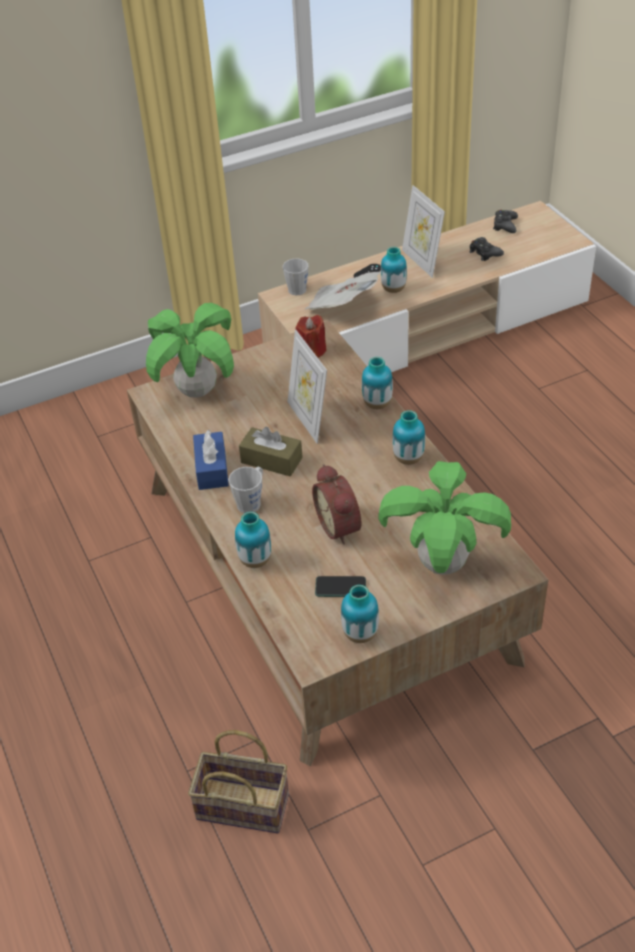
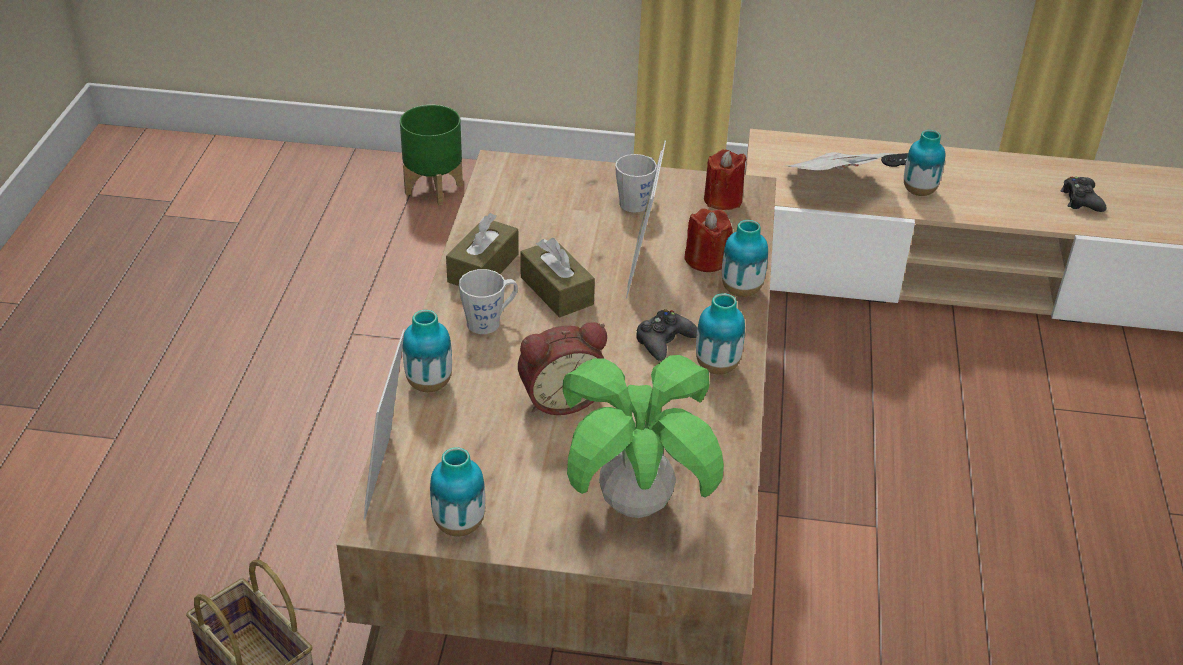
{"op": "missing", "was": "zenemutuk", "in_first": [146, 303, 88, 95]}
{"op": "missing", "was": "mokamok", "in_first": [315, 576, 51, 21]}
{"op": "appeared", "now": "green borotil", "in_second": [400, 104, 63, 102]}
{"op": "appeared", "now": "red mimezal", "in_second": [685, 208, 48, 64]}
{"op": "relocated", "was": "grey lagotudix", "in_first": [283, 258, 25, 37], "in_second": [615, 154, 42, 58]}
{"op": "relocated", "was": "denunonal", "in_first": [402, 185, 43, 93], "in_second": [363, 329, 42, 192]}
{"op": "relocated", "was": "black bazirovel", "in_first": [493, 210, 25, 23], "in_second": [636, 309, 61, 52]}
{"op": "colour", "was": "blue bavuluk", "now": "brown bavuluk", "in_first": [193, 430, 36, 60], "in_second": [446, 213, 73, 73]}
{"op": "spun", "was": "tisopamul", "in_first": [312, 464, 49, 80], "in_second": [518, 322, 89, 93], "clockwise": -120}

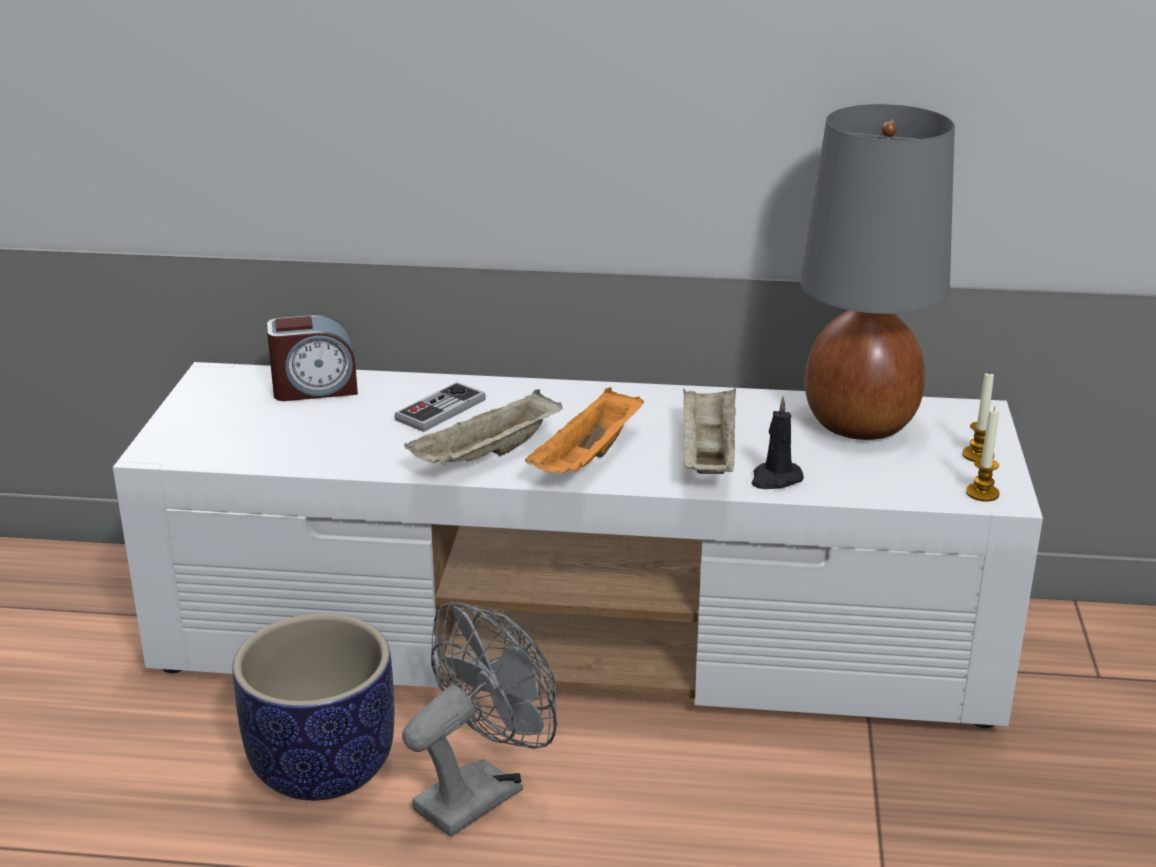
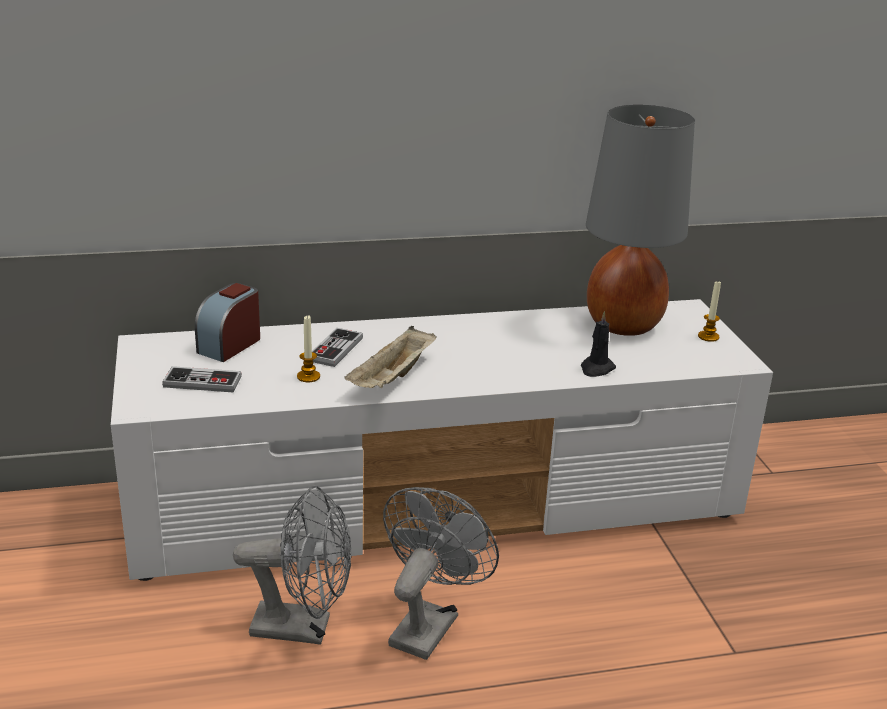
{"op": "missing", "was": "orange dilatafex", "in_first": [525, 387, 119, 86]}
{"op": "missing", "was": "beige dilatafex", "in_first": [683, 389, 53, 85]}
{"op": "appeared", "now": "bazirovel", "in_second": [162, 366, 80, 27]}
{"op": "relocated", "was": "mimezal", "in_first": [966, 407, 34, 95], "in_second": [297, 316, 23, 66]}
{"op": "exchanged", "was": "borotil", "now": "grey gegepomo", "in_first": [232, 613, 162, 188], "in_second": [233, 486, 119, 159]}
{"op": "spun", "was": "tisopamul", "in_first": [267, 315, 91, 86], "in_second": [195, 283, 65, 79], "clockwise": 150}

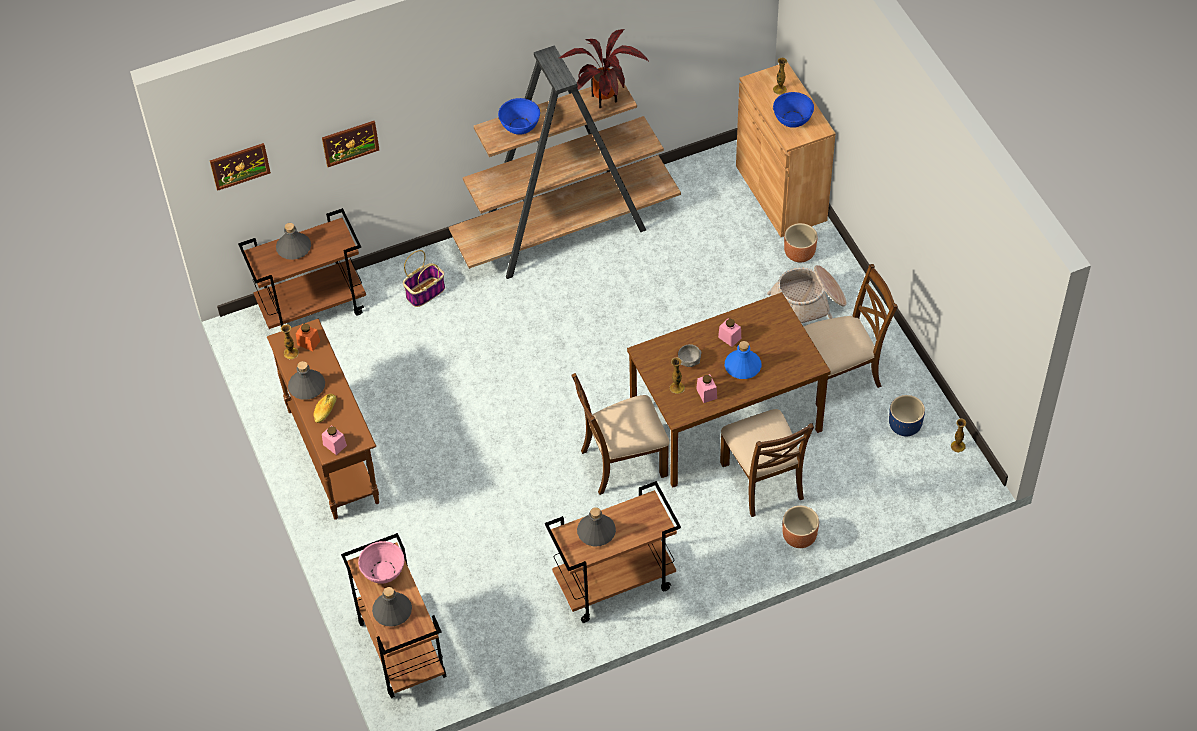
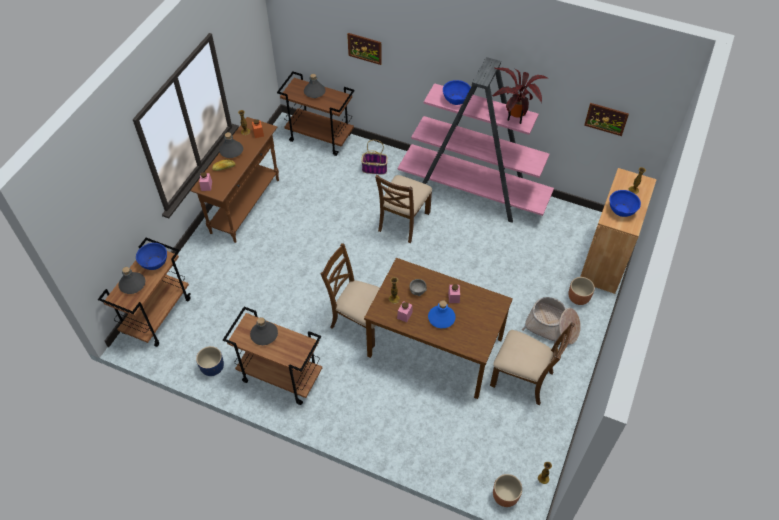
{"op": "relocated", "was": "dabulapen", "in_first": [210, 143, 61, 48], "in_second": [584, 103, 45, 33]}
{"op": "relocated", "was": "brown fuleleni", "in_first": [720, 409, 94, 108], "in_second": [375, 175, 57, 68]}
{"op": "relocated", "was": "brown borotil", "in_first": [783, 506, 36, 42], "in_second": [493, 474, 29, 33]}
{"op": "relocated", "was": "blue borotil", "in_first": [889, 395, 36, 41], "in_second": [196, 346, 28, 30]}
{"op": "colour", "was": "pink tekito", "now": "blue tekito", "in_first": [358, 541, 47, 43], "in_second": [136, 243, 31, 27]}
{"op": "colour", "was": "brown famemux", "now": "pink famemux", "in_first": [449, 45, 232, 234], "in_second": [398, 57, 156, 166]}

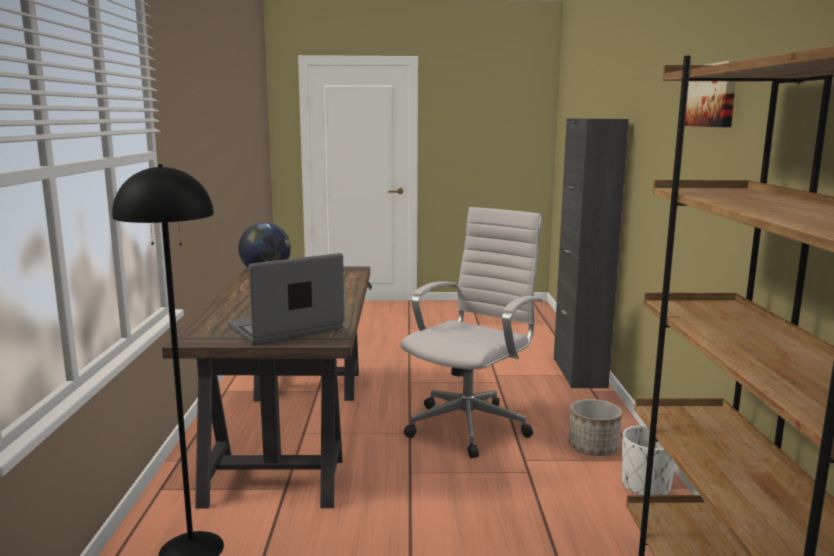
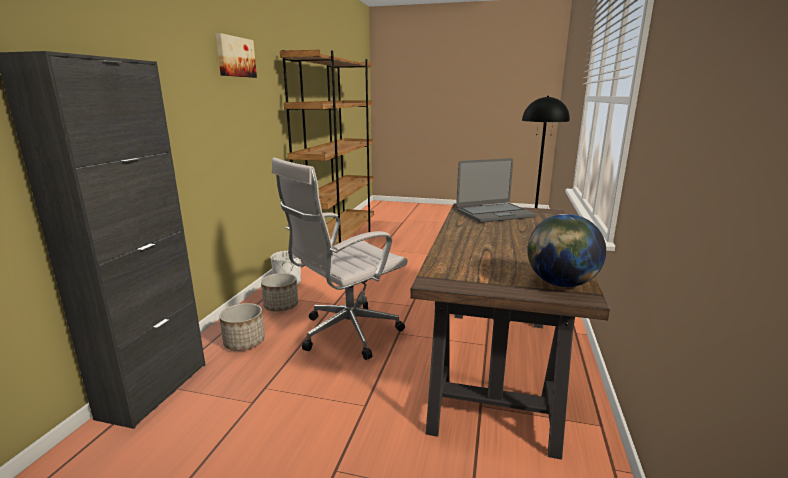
{"op": "appeared", "now": "borotil", "in_second": [219, 303, 46, 48]}

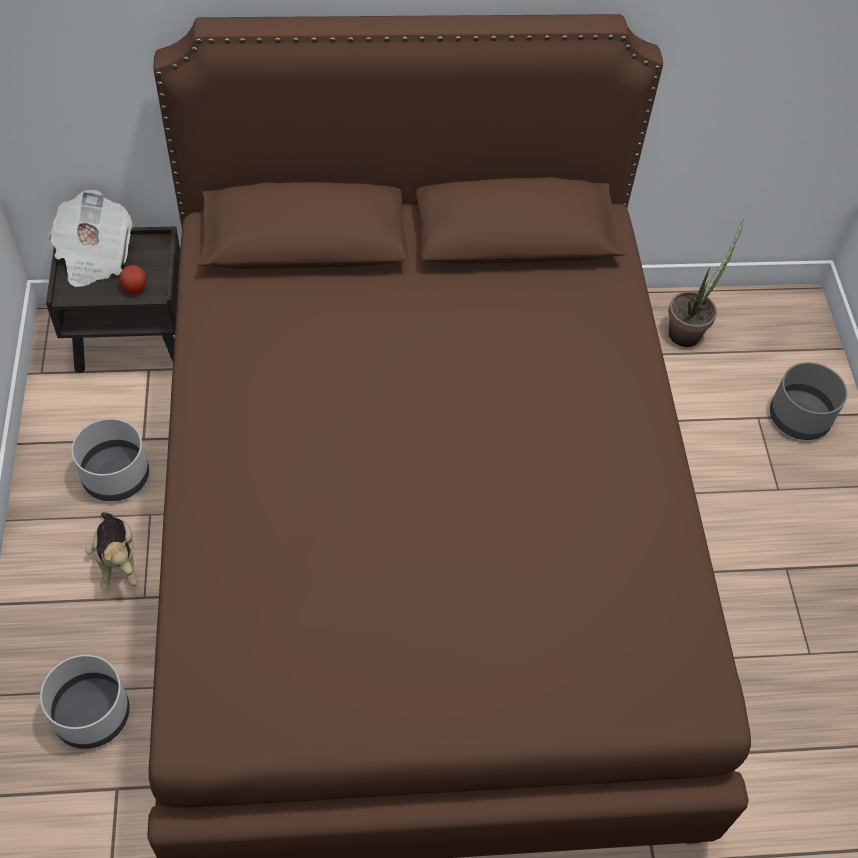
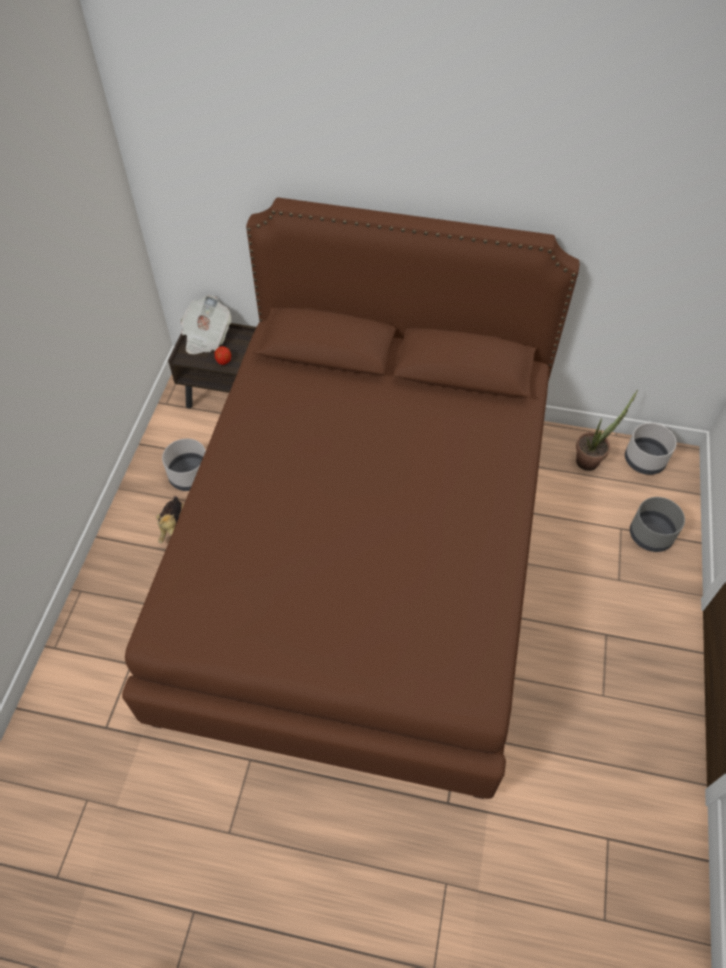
{"op": "relocated", "was": "grey borotil", "in_first": [40, 654, 90, 95], "in_second": [625, 423, 51, 52]}

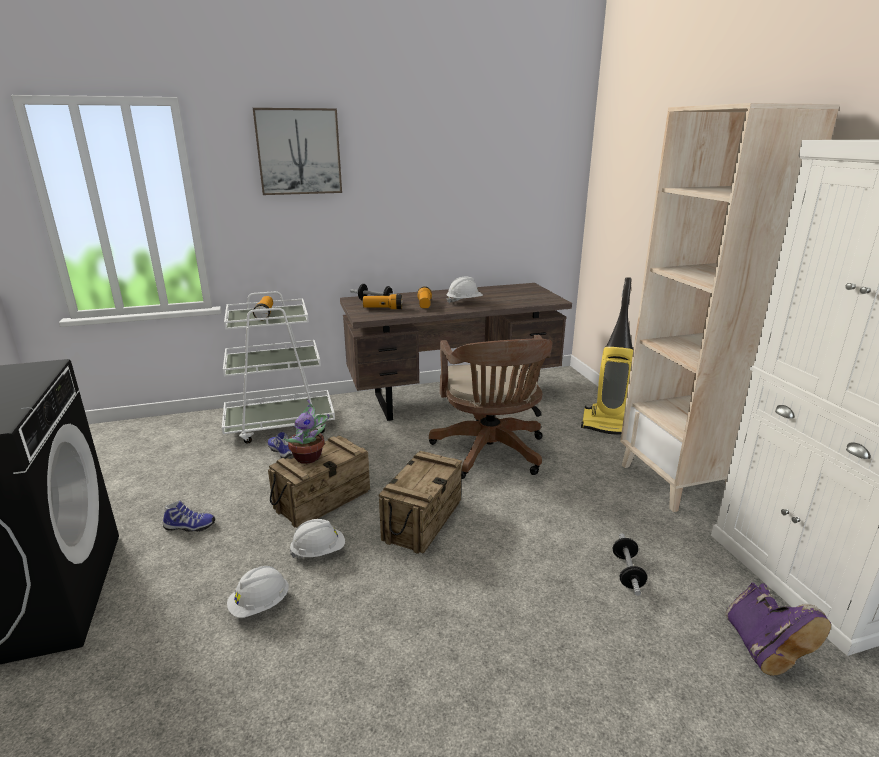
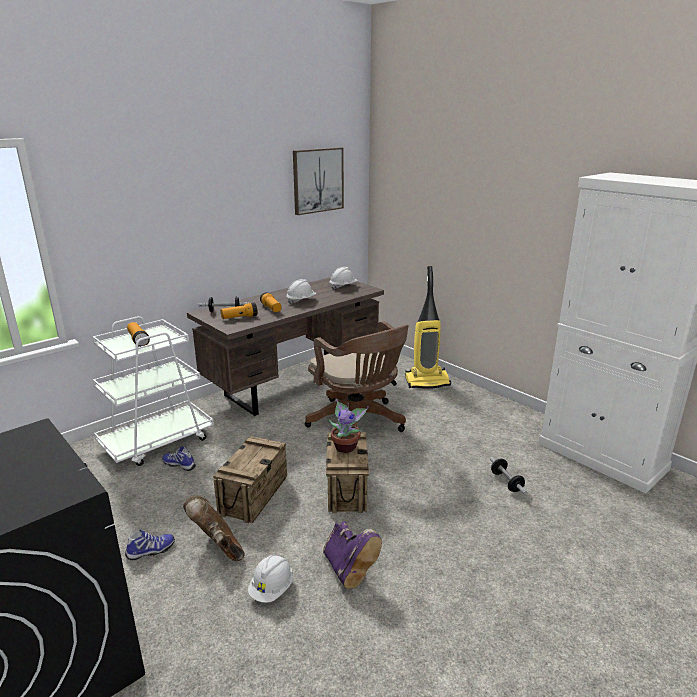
{"op": "missing", "was": "beige famemux", "in_first": [620, 103, 220, 409]}
{"op": "appeared", "now": "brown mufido", "in_second": [183, 496, 62, 65]}
{"op": "relocated", "was": "dabulapen", "in_first": [253, 108, 89, 87], "in_second": [293, 147, 51, 68]}
{"op": "relocated", "was": "zenemutuk", "in_first": [283, 400, 46, 64], "in_second": [329, 399, 40, 54]}
{"op": "relocated", "was": "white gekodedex", "in_first": [290, 519, 55, 39], "in_second": [330, 267, 28, 23]}
{"op": "relocated", "was": "purple mufido", "in_first": [726, 582, 105, 94], "in_second": [323, 521, 59, 68]}

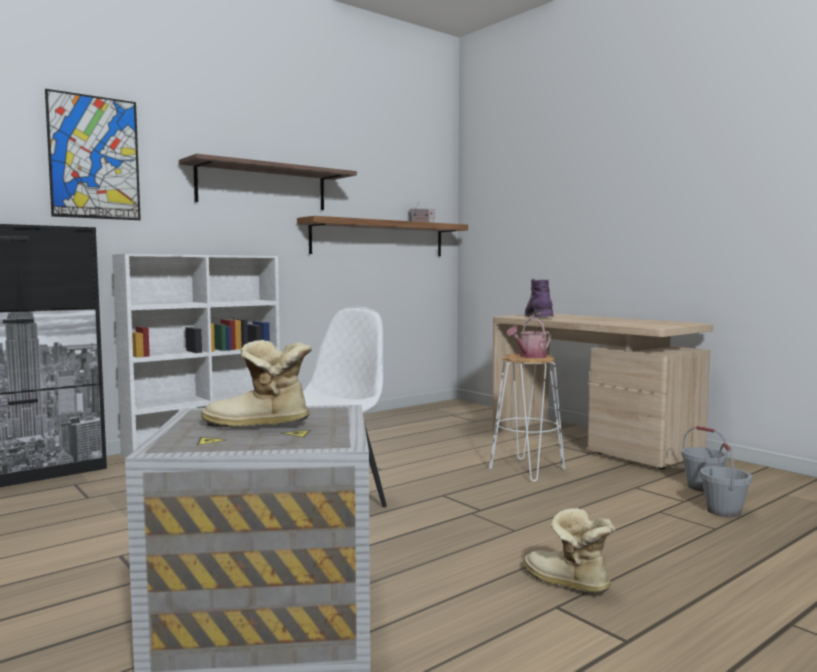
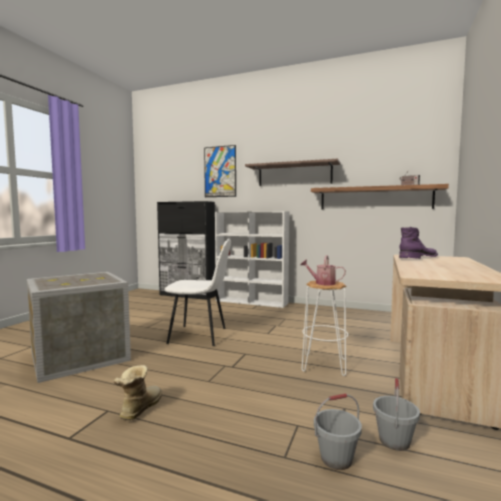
{"op": "missing", "was": "mufido", "in_first": [201, 340, 111, 87]}

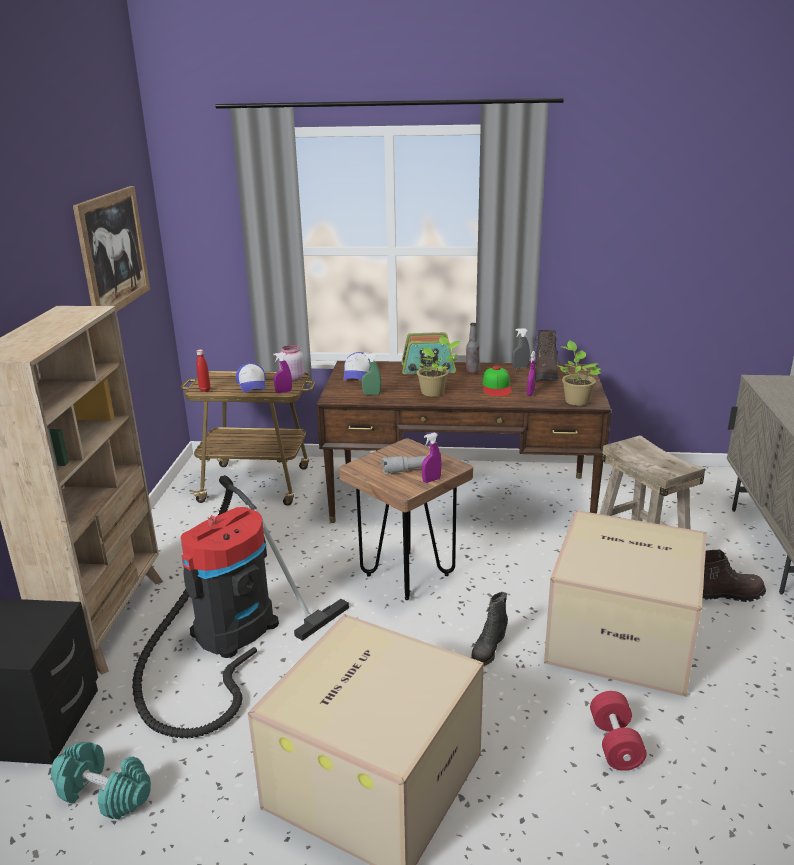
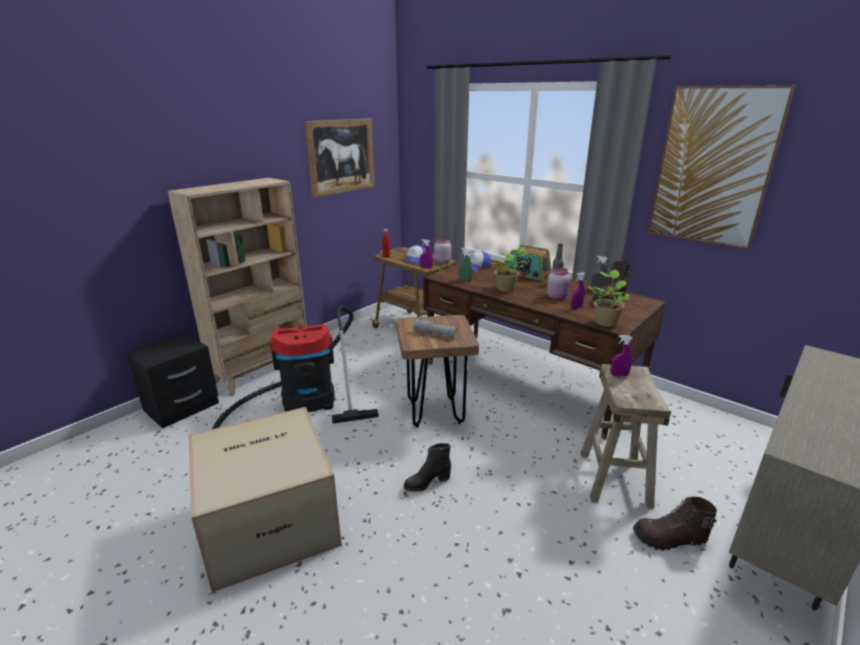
{"op": "missing", "was": "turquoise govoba", "in_first": [51, 742, 100, 77]}
{"op": "missing", "was": "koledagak", "in_first": [544, 510, 163, 187]}
{"op": "missing", "was": "red govoba", "in_first": [590, 691, 57, 80]}
{"op": "appeared", "now": "dabulapen", "in_second": [648, 85, 147, 164]}
{"op": "relocated", "was": "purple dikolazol", "in_first": [422, 433, 20, 50], "in_second": [610, 335, 23, 41]}
{"op": "exchanged", "was": "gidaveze", "now": "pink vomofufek", "in_first": [483, 366, 29, 31], "in_second": [547, 267, 23, 33]}
{"op": "spun", "was": "brown mufido", "in_first": [703, 549, 63, 53], "in_second": [633, 497, 84, 54], "clockwise": 150}

